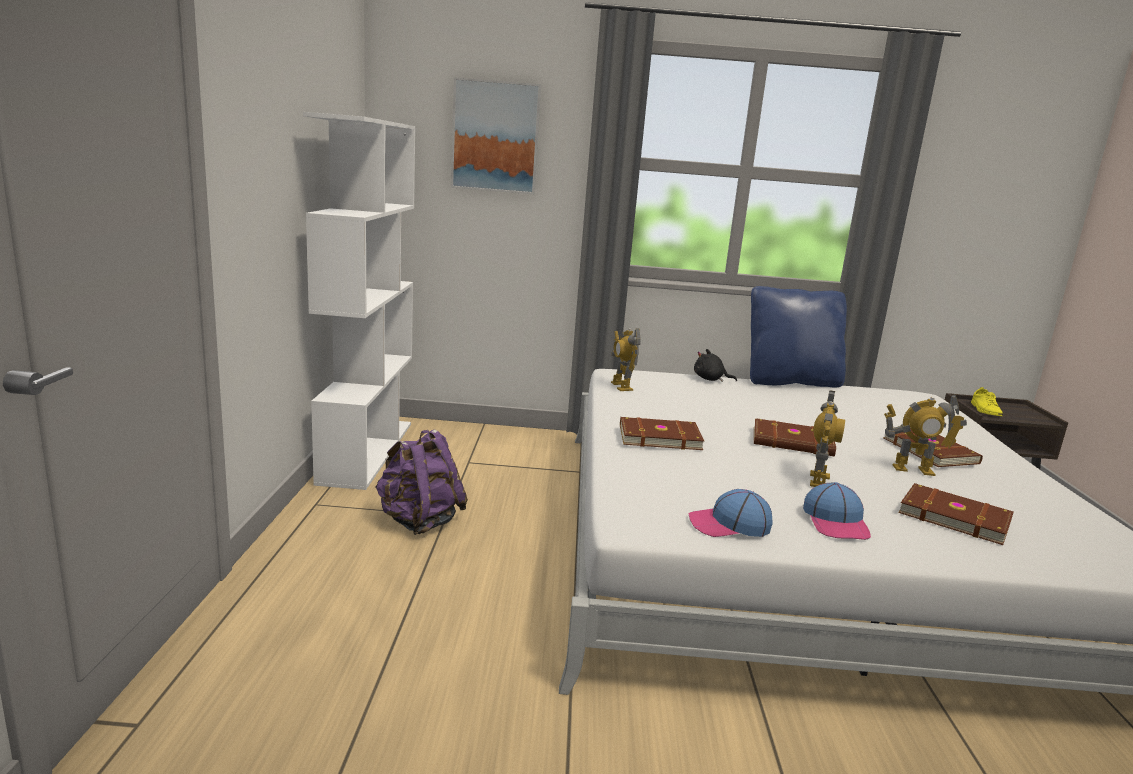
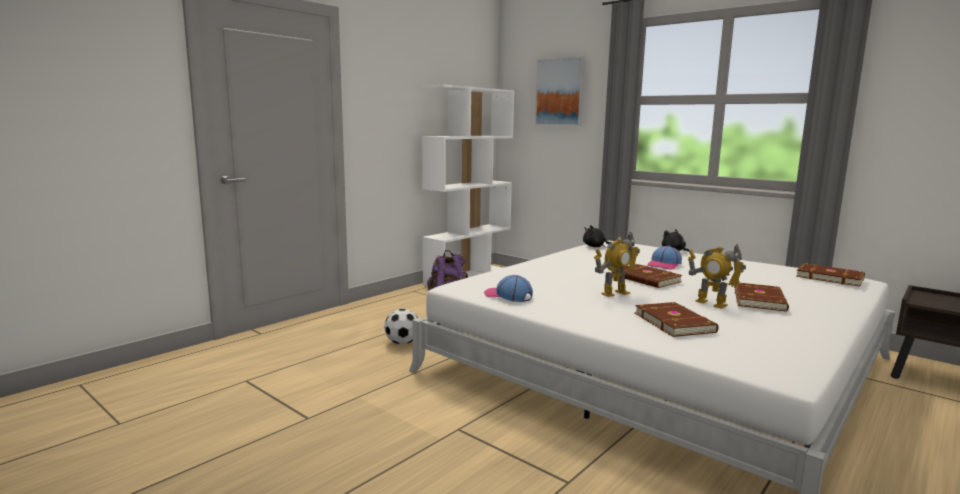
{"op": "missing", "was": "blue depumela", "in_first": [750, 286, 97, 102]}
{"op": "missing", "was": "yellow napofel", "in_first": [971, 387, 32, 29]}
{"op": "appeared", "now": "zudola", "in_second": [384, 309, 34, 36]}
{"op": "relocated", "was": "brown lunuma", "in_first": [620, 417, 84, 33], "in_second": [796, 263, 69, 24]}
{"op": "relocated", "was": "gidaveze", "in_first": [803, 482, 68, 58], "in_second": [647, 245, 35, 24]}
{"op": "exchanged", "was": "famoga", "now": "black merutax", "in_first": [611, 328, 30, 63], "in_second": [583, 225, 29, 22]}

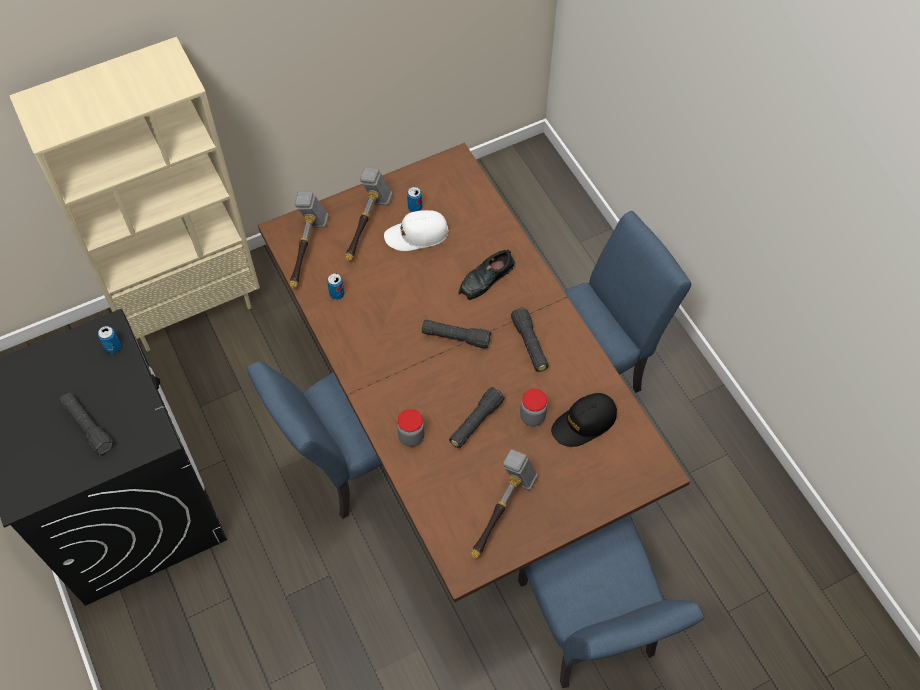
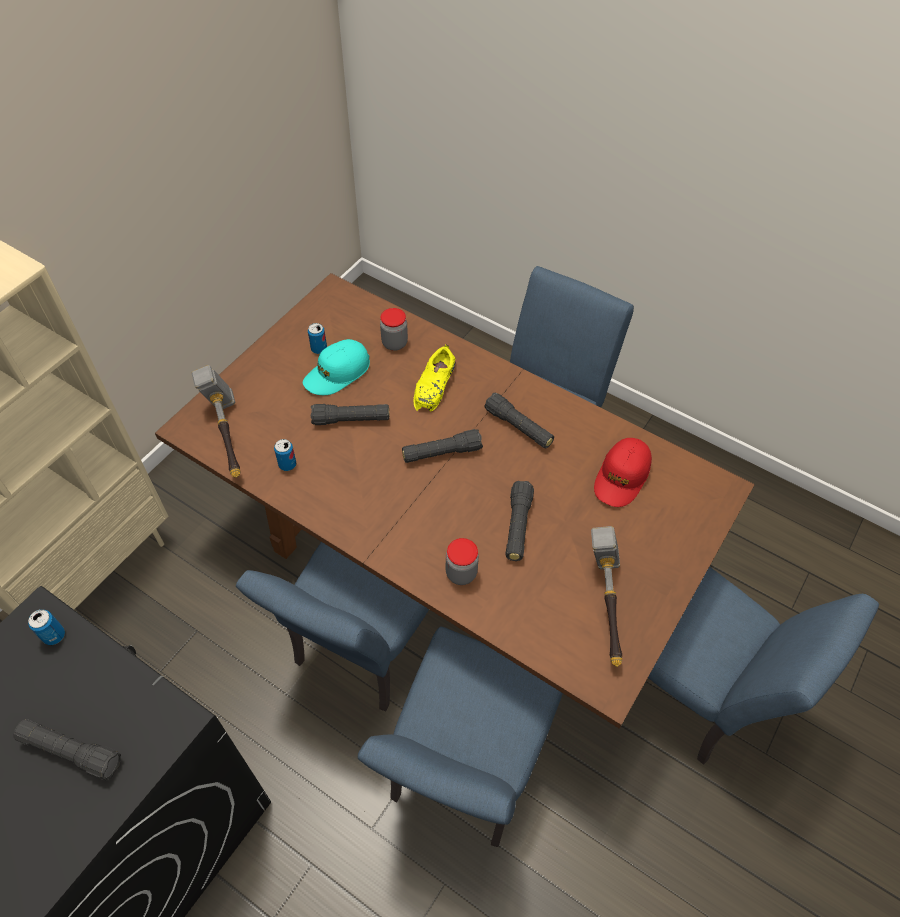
{"op": "missing", "was": "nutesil", "in_first": [345, 167, 48, 94]}
{"op": "appeared", "now": "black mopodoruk", "in_second": [311, 404, 78, 21]}
{"op": "appeared", "now": "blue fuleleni", "in_second": [358, 626, 205, 221]}
{"op": "relocated", "was": "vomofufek", "in_first": [520, 389, 28, 37], "in_second": [380, 308, 28, 43]}
{"op": "colour", "was": "white gidaveze", "now": "turquoise gidaveze", "in_first": [384, 210, 65, 41], "in_second": [303, 339, 67, 56]}
{"op": "colour", "was": "black napofel", "now": "yellow napofel", "in_first": [459, 249, 56, 51], "in_second": [414, 344, 41, 67]}
{"op": "colour", "was": "black gidaveze", "now": "red gidaveze", "in_first": [551, 393, 66, 54], "in_second": [594, 438, 58, 69]}

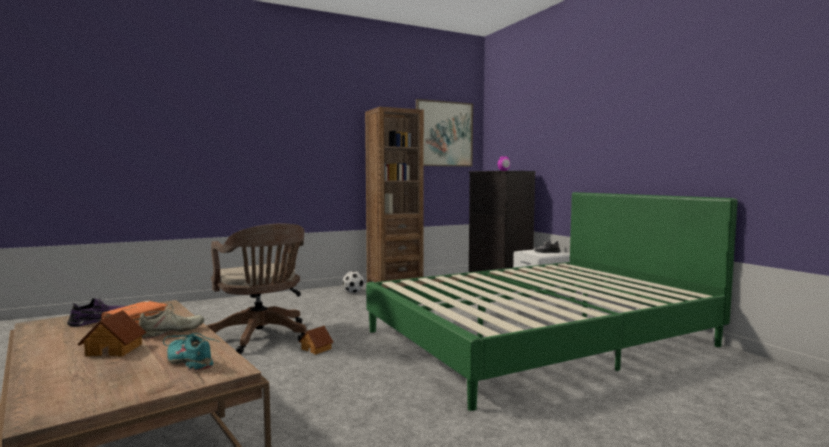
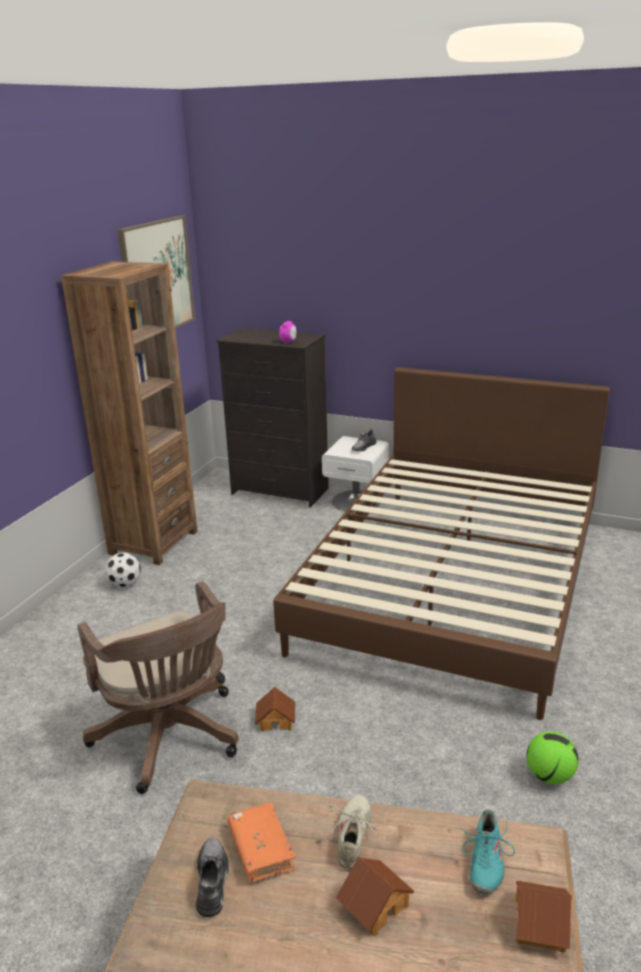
{"op": "appeared", "now": "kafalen", "in_second": [516, 880, 56, 73]}
{"op": "appeared", "now": "zudola", "in_second": [527, 732, 52, 52]}
{"op": "colour", "was": "purple napofel", "now": "grey napofel", "in_first": [67, 298, 58, 29], "in_second": [196, 838, 33, 79]}
{"op": "colour", "was": "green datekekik", "now": "brown datekekik", "in_first": [366, 192, 371, 219], "in_second": [273, 367, 337, 353]}
{"op": "spun", "was": "turquoise napofel", "in_first": [163, 333, 57, 38], "in_second": [459, 809, 56, 85], "clockwise": -75}
{"op": "spun", "was": "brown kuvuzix", "in_first": [206, 223, 101, 131], "in_second": [78, 581, 161, 213], "clockwise": 45}

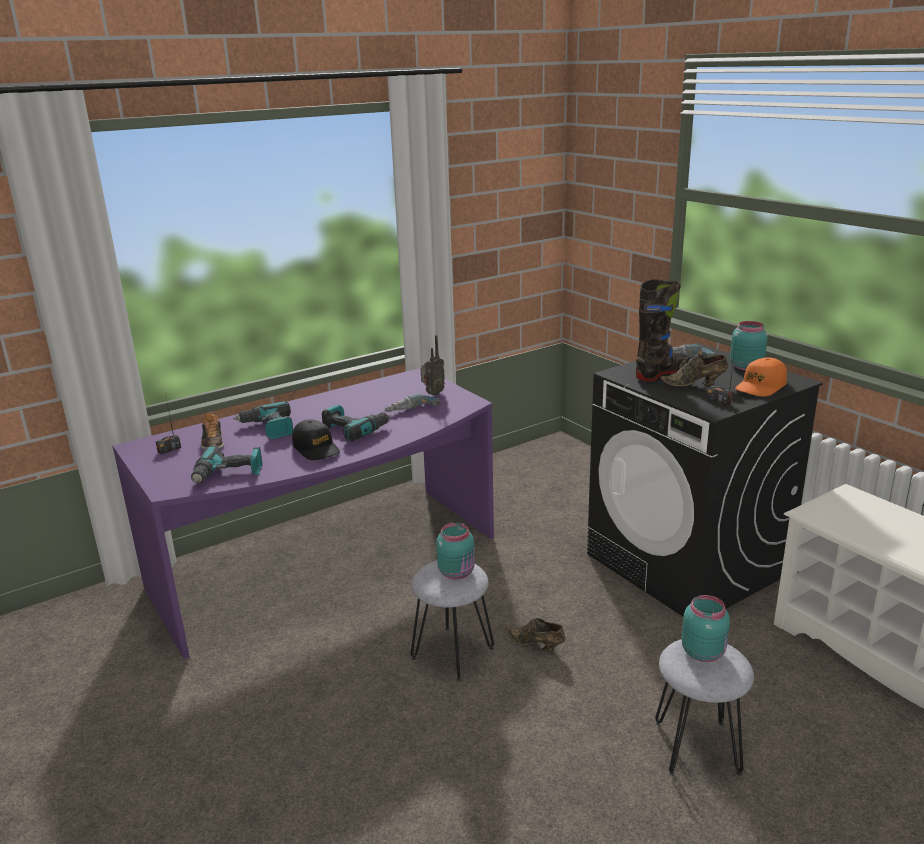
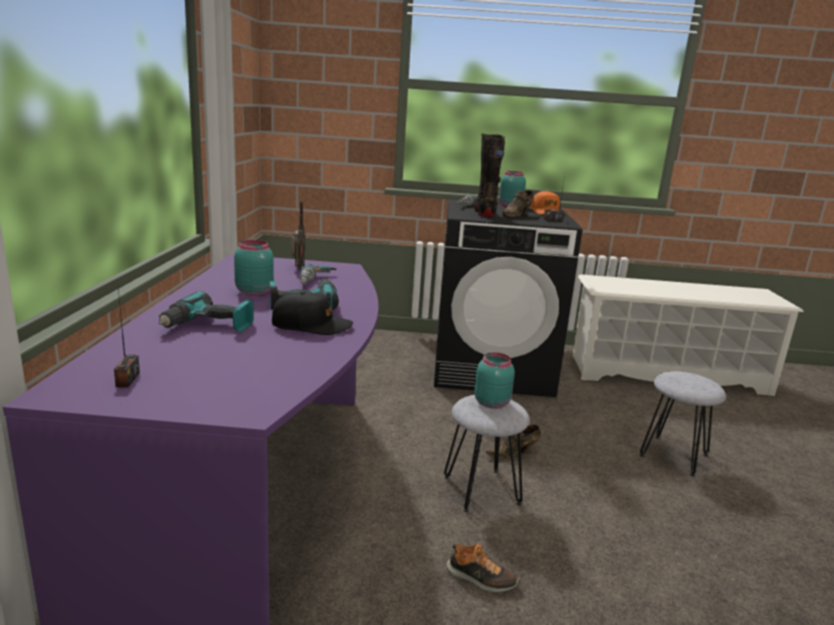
{"op": "missing", "was": "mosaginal", "in_first": [191, 446, 71, 37]}
{"op": "relocated", "was": "napofel", "in_first": [201, 412, 23, 37], "in_second": [446, 544, 74, 48]}
{"op": "relocated", "was": "turquoise vomofufek", "in_first": [682, 595, 48, 67], "in_second": [234, 240, 40, 55]}

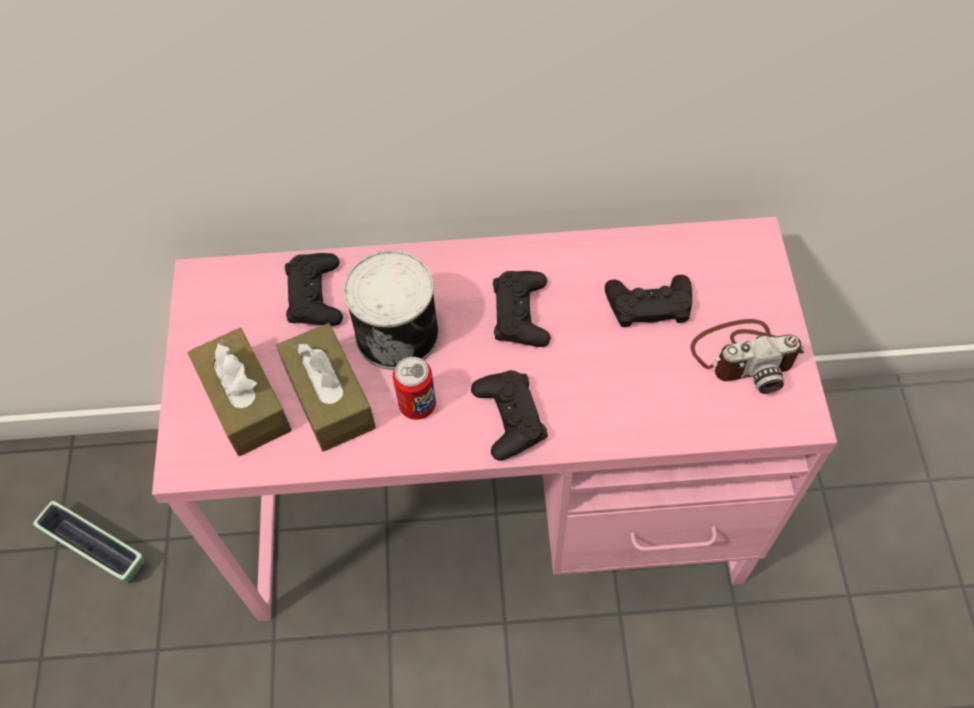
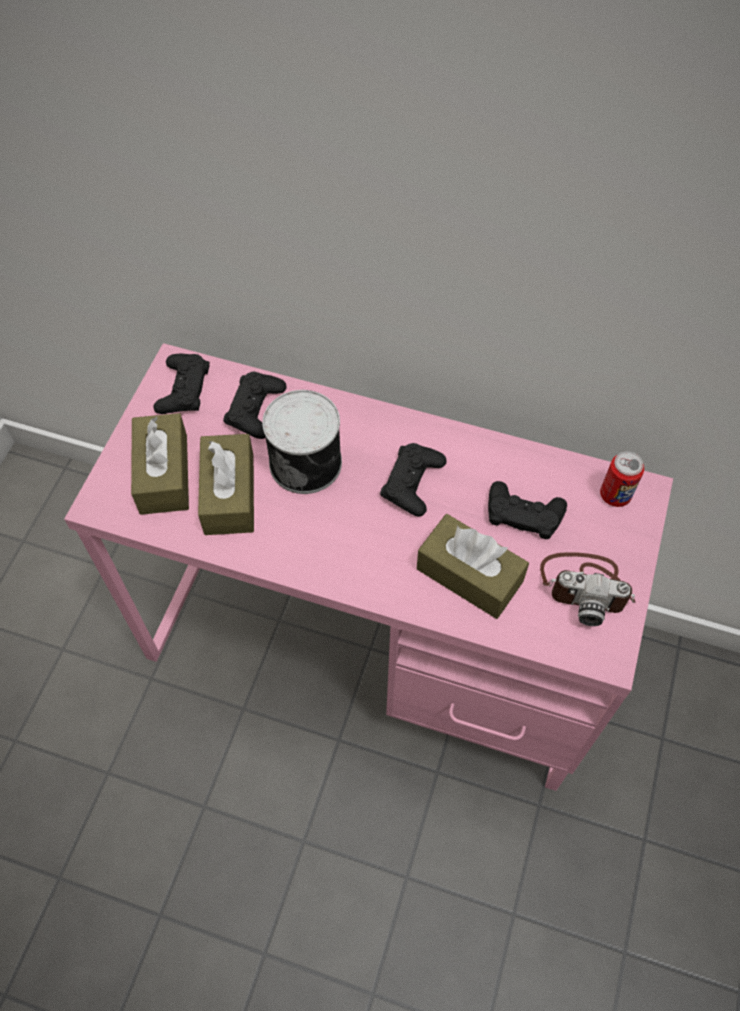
{"op": "missing", "was": "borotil", "in_first": [33, 501, 111, 82]}
{"op": "appeared", "now": "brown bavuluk", "in_second": [417, 514, 112, 105]}
{"op": "relocated", "was": "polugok", "in_first": [393, 357, 43, 63], "in_second": [600, 451, 44, 56]}
{"op": "relocated", "was": "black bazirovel", "in_first": [471, 370, 77, 91], "in_second": [153, 353, 57, 61]}

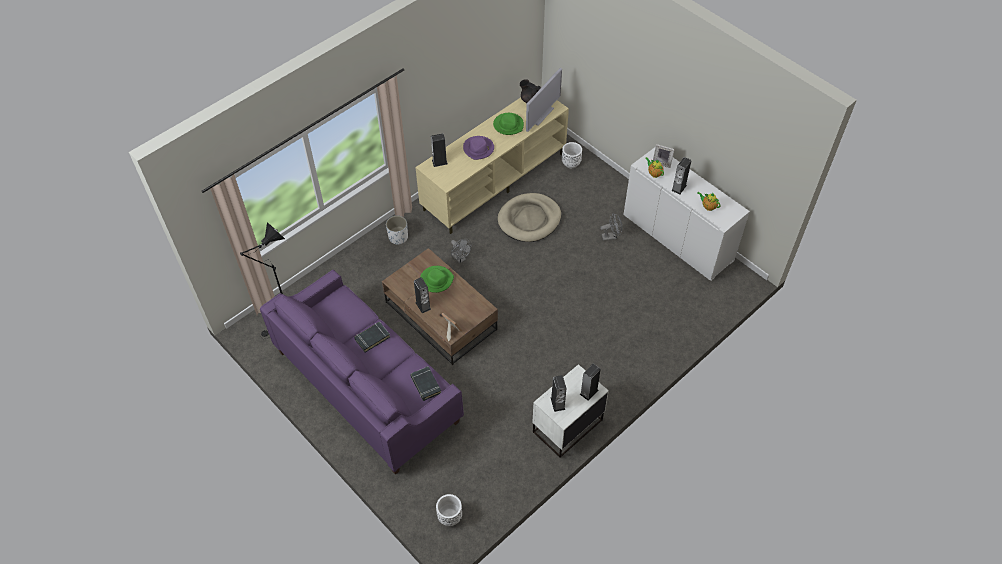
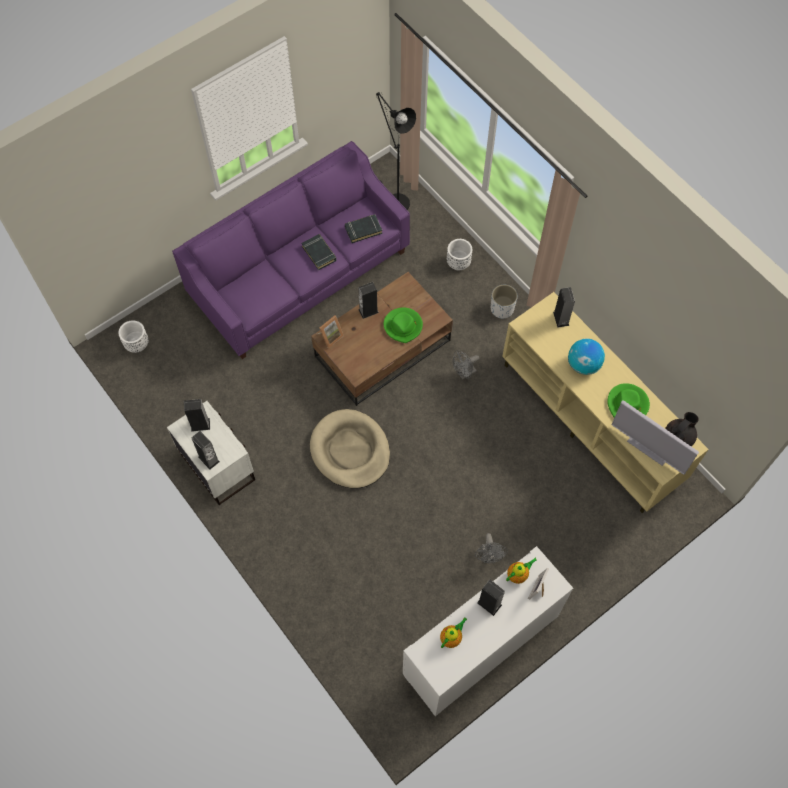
{"op": "relocated", "was": "black lunuma", "in_first": [410, 366, 31, 35], "in_second": [345, 214, 37, 29]}
{"op": "relocated", "was": "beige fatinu", "in_first": [497, 193, 64, 49], "in_second": [310, 409, 80, 80]}
{"op": "relocated", "was": "white borotil", "in_first": [562, 142, 20, 26], "in_second": [447, 239, 25, 31]}
{"op": "exchanged", "was": "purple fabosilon", "now": "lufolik", "in_first": [463, 136, 31, 24], "in_second": [568, 338, 37, 37]}

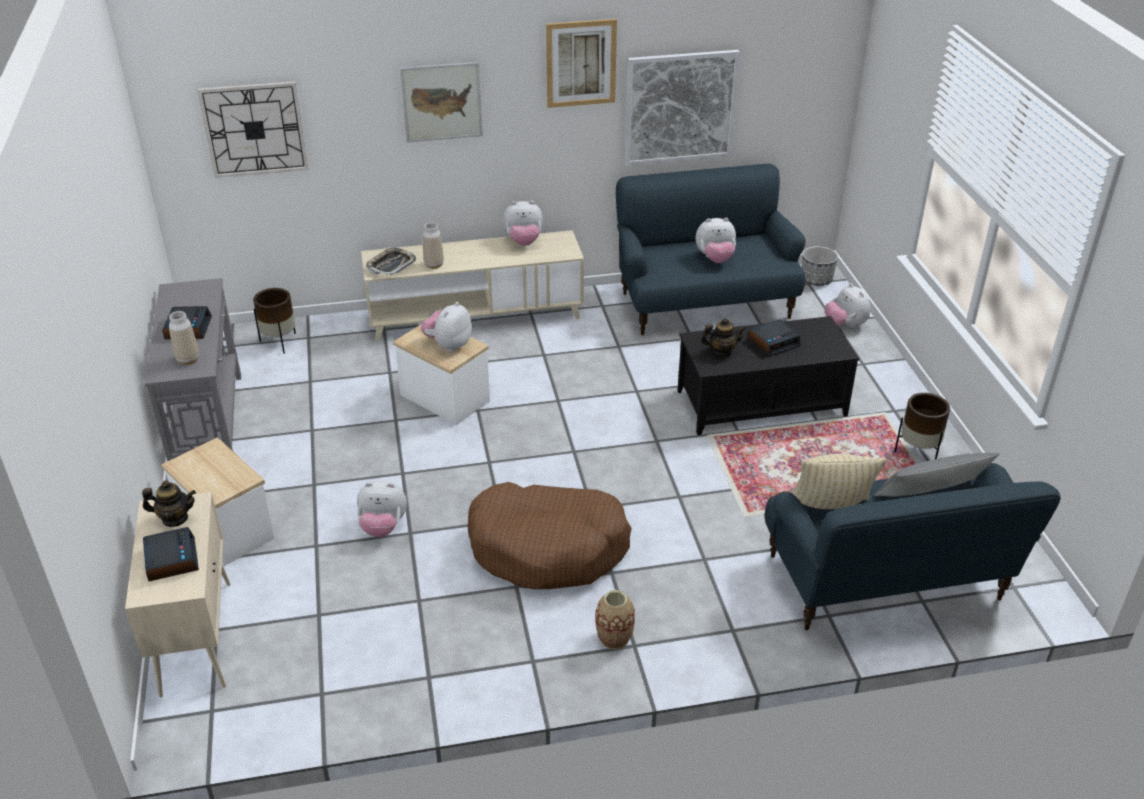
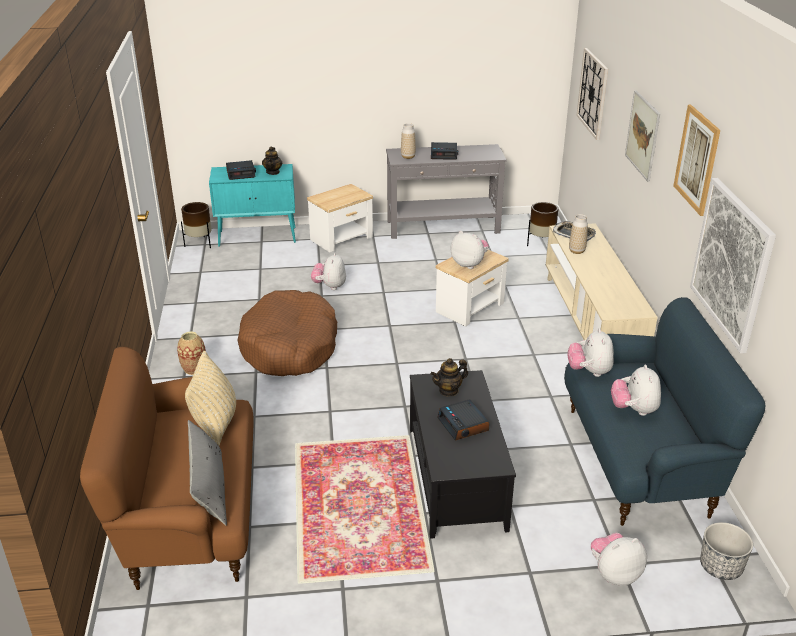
{"op": "relocated", "was": "merutax", "in_first": [503, 201, 40, 45], "in_second": [567, 328, 47, 49]}
{"op": "relocated", "was": "brown borotil", "in_first": [894, 393, 56, 66], "in_second": [181, 202, 31, 46]}
{"op": "colour", "was": "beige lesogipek", "now": "turquoise lesogipek", "in_first": [125, 492, 105, 205], "in_second": [209, 164, 87, 83]}
{"op": "colour", "was": "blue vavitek", "now": "brown vavitek", "in_first": [765, 463, 296, 167], "in_second": [80, 347, 174, 243]}
{"op": "spun", "was": "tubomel", "in_first": [701, 318, 45, 39], "in_second": [431, 358, 37, 39], "clockwise": 60}

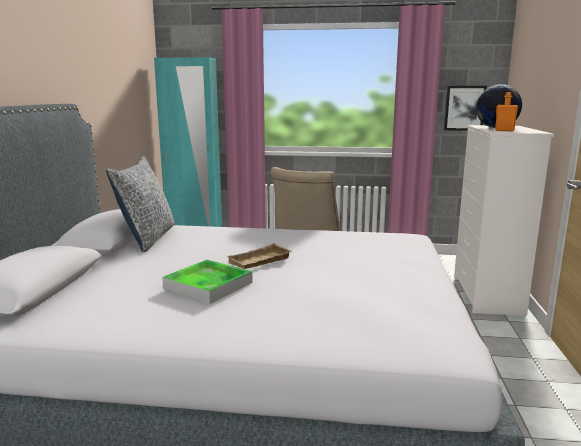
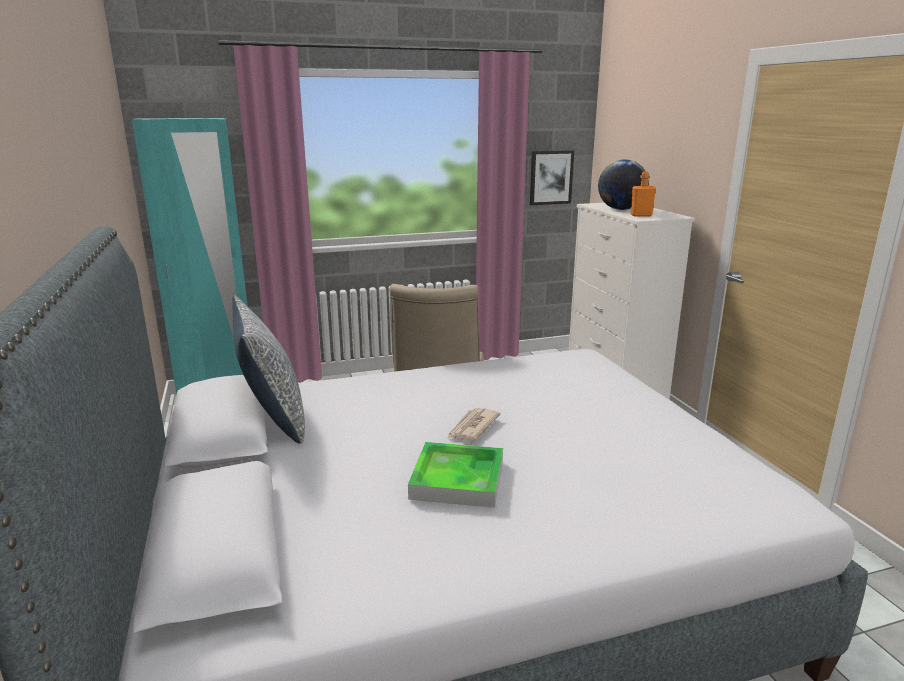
{"op": "exchanged", "was": "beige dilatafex", "now": "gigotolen", "in_first": [227, 243, 65, 26], "in_second": [447, 408, 54, 33]}

